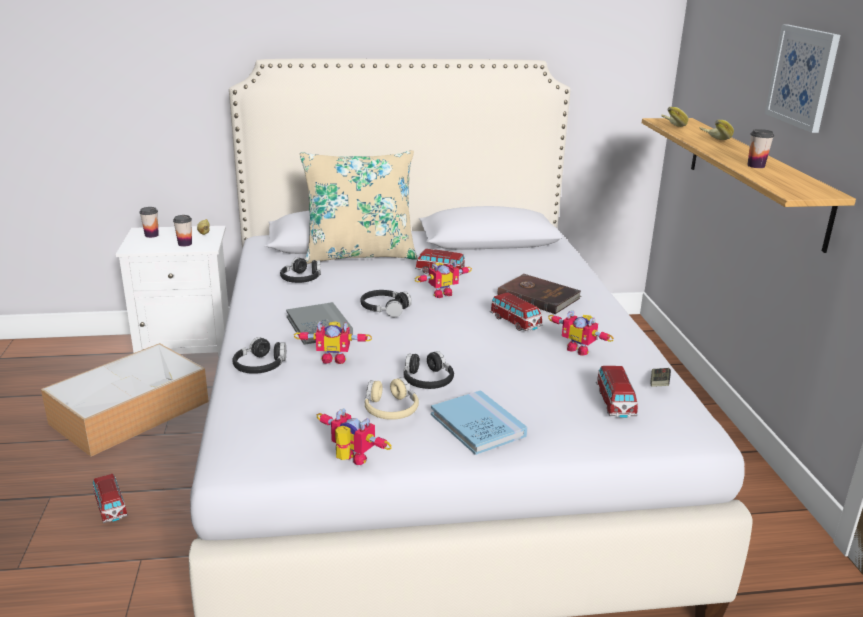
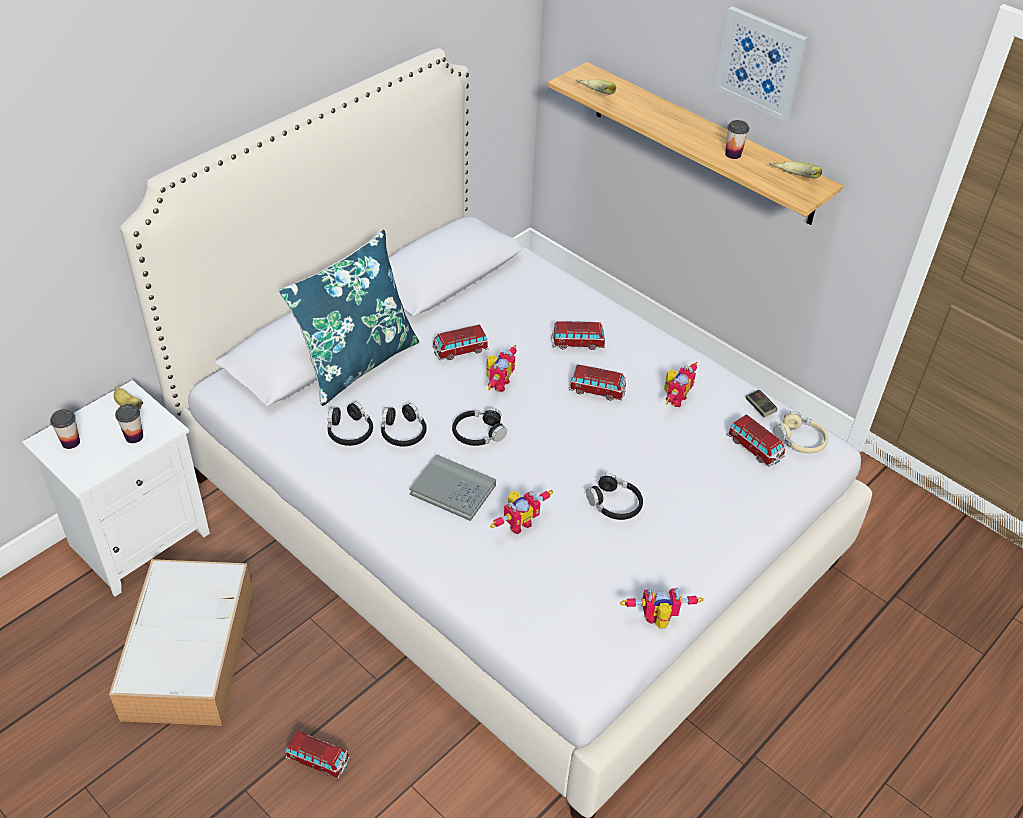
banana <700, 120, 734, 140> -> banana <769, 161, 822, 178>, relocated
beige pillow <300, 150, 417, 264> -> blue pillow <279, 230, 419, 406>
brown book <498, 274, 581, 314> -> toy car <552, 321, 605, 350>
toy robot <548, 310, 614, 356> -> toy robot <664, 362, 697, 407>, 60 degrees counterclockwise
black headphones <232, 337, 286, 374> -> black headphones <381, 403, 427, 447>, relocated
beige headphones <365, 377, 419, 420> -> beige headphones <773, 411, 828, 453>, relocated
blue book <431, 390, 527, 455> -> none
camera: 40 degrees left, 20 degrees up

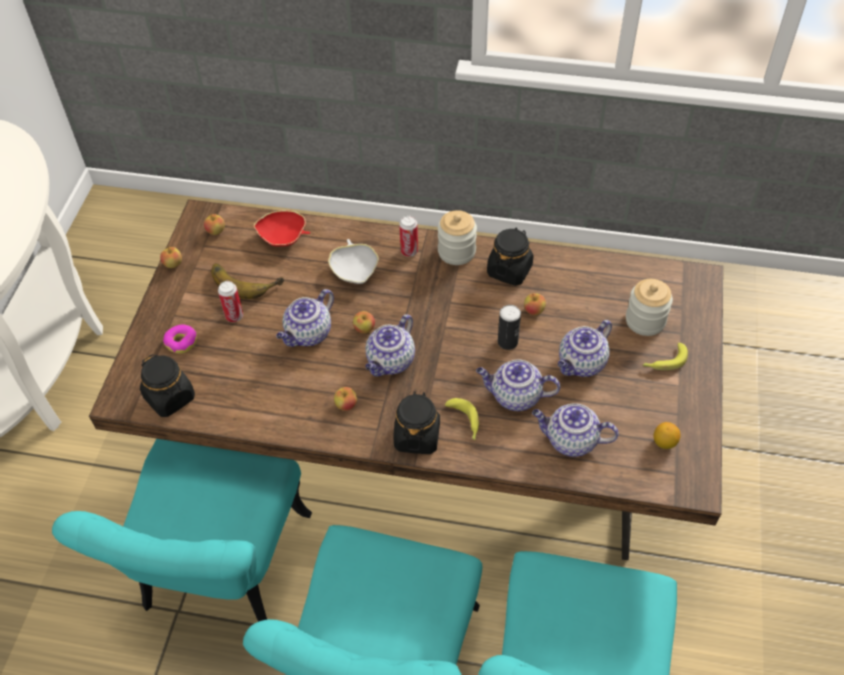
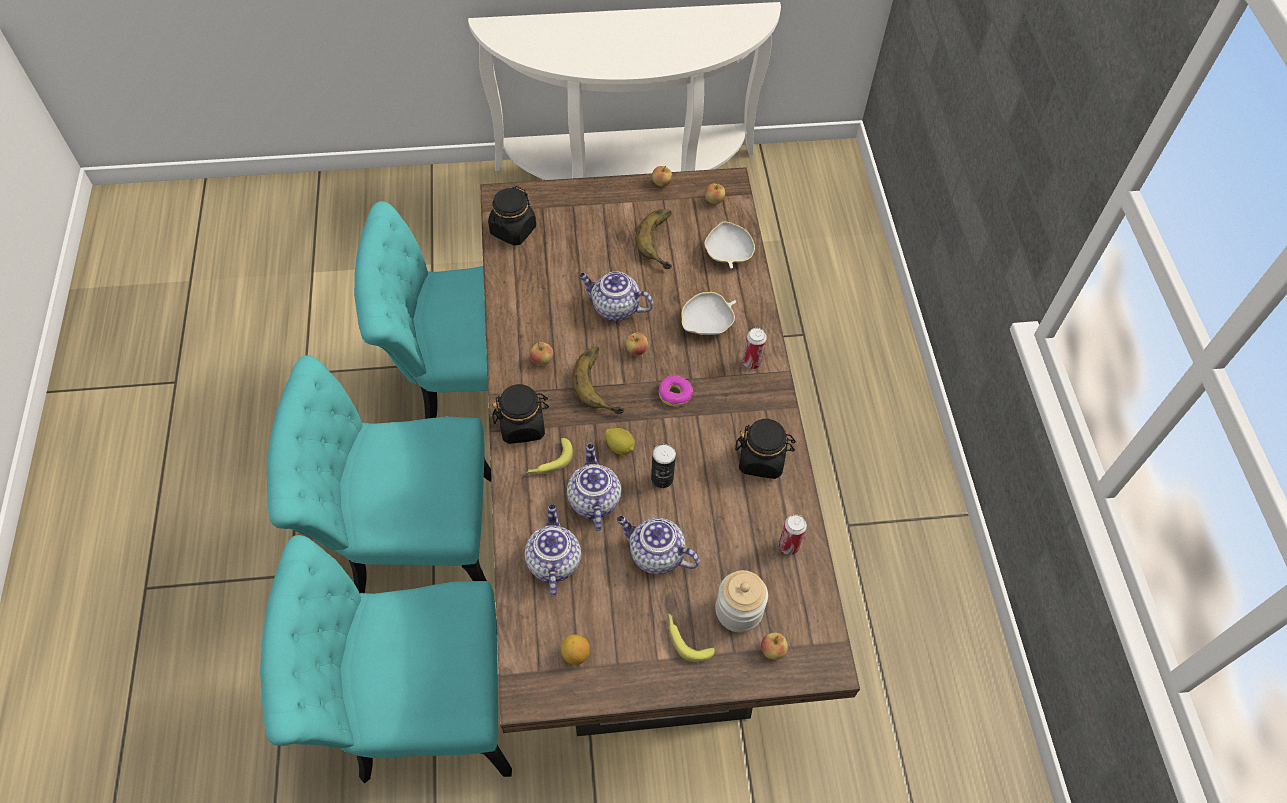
red bowl <253, 210, 310, 247> -> white bowl <704, 221, 755, 269>
jar <438, 210, 477, 265> -> none
can <218, 281, 243, 322> -> can <779, 515, 807, 555>, relocated
apple <524, 293, 546, 315> -> apple <761, 633, 788, 660>, relocated
teapot <365, 314, 415, 376> -> banana <572, 347, 624, 414>
donut <163, 325, 197, 353> -> donut <658, 375, 693, 407>, relocated
none -> lemon <605, 428, 635, 455>
camera: 70 degrees right, 5 degrees up

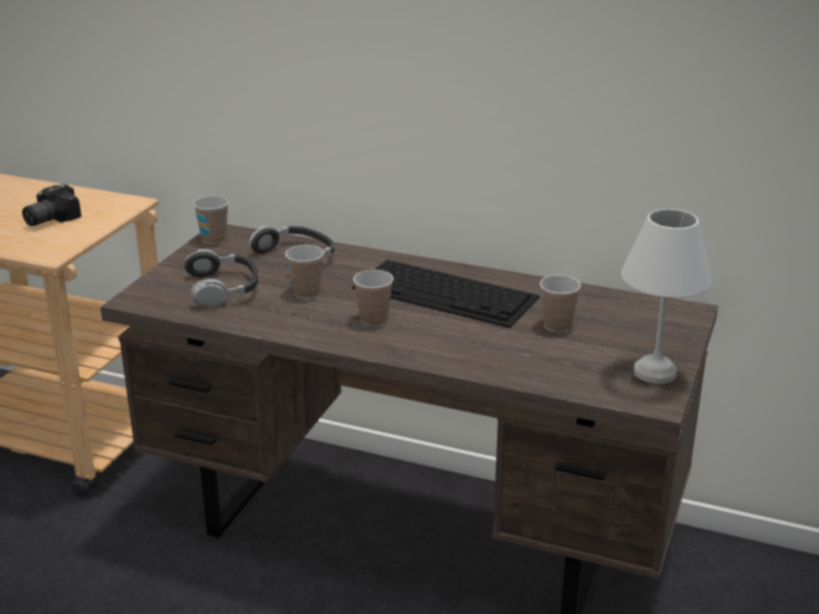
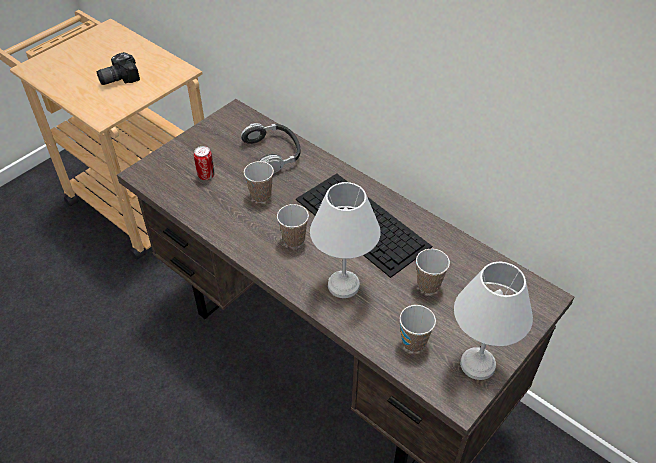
cup <193, 196, 229, 244> -> cup <399, 305, 436, 352>, relocated
headphones <184, 249, 258, 308> -> can <194, 146, 214, 180>
none -> white table lamp <310, 182, 381, 298>
camera: 20 degrees right, 20 degrees up

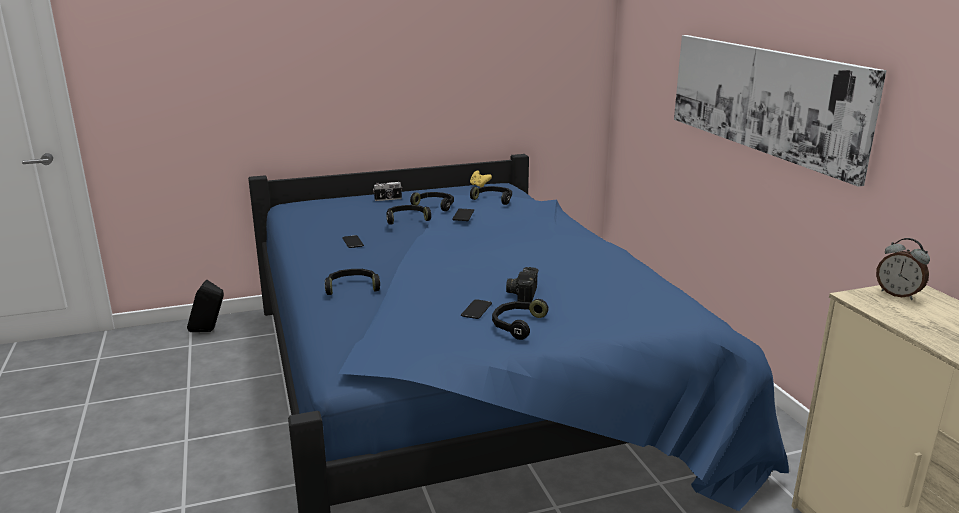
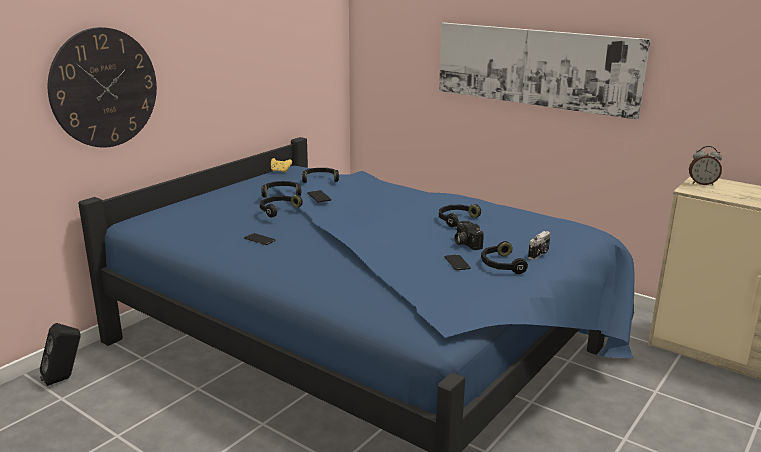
photo camera <373, 182, 402, 201> -> photo camera <528, 231, 551, 260>, relocated
black headphones <325, 269, 380, 295> -> black headphones <439, 204, 481, 227>, relocated
none -> wall clock <48, 27, 157, 148>
camera: 35 degrees left, 0 degrees up

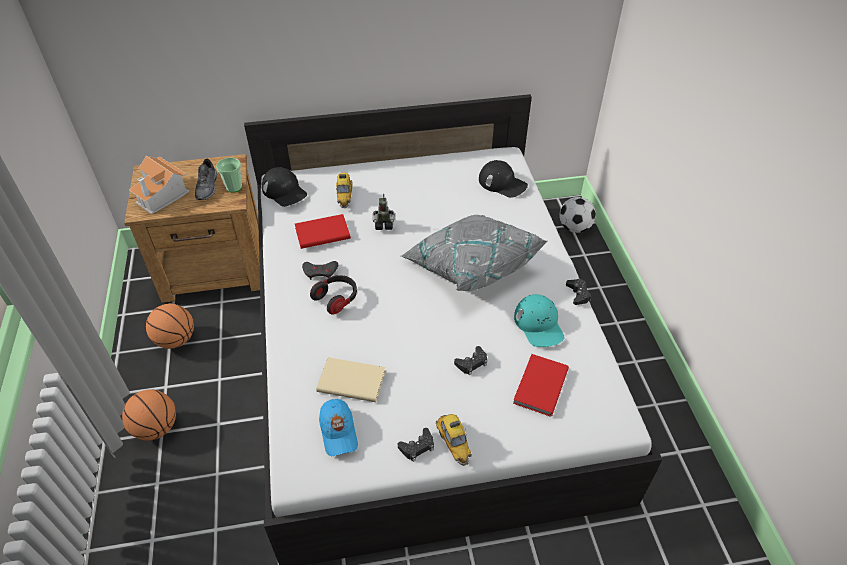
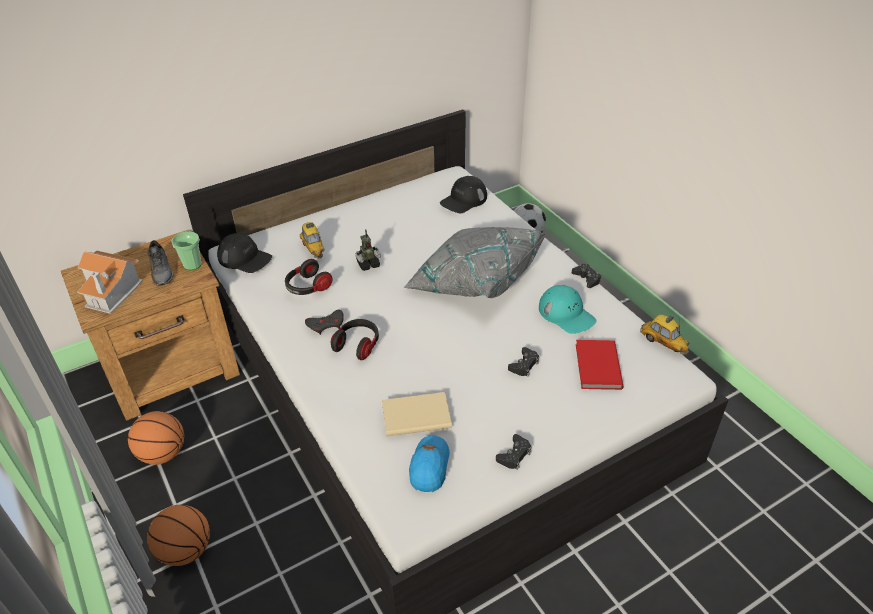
black cap <479, 160, 528, 198> -> black cap <440, 176, 487, 213>, 120 degrees clockwise
red book <295, 214, 351, 249> -> headphones <285, 259, 333, 295>
blue cap <319, 399, 358, 456> -> blue cap <409, 435, 449, 492>, 135 degrees counterclockwise
toy car <436, 414, 472, 466> -> toy car <640, 314, 689, 355>, relocated
camera: 20 degrees left, 5 degrees down

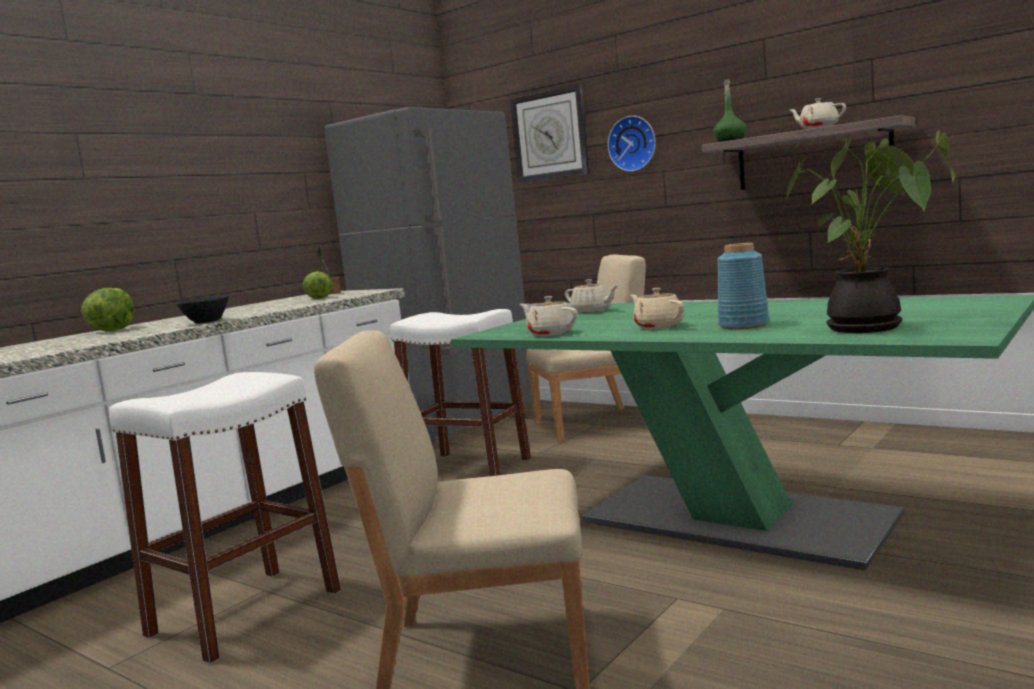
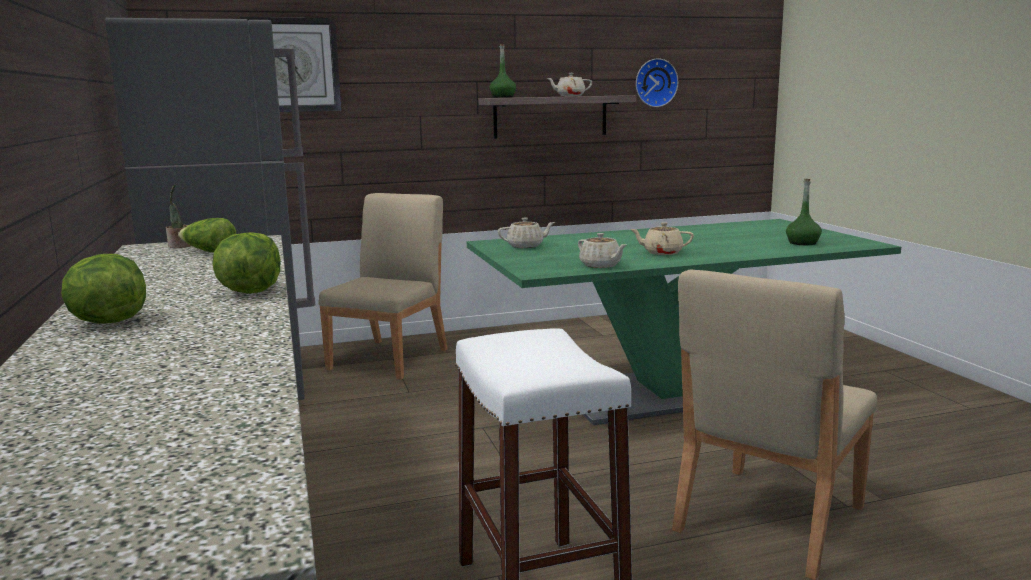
wall clock <608, 116, 656, 172> -> wall clock <636, 58, 678, 107>, relocated
potted plant <787, 130, 956, 333> -> green bottle <786, 179, 822, 245>
blue vase <718, 243, 770, 329> -> none
black bowl <176, 295, 229, 324> -> lettuce <212, 232, 280, 294>
beige teapot <520, 296, 578, 336> -> beige teapot <578, 233, 626, 268>, 120 degrees counterclockwise
white stool <390, 309, 531, 476> -> none
camera: 55 degrees left, 5 degrees up

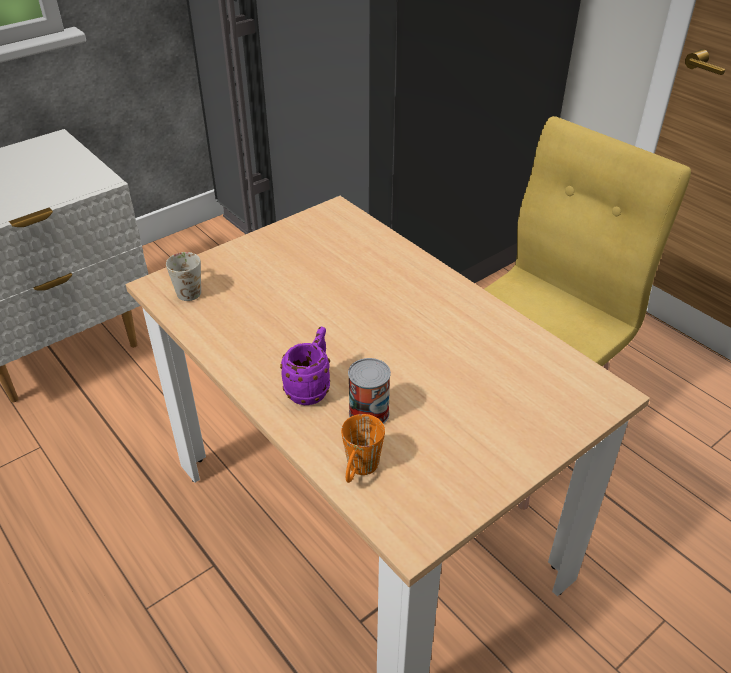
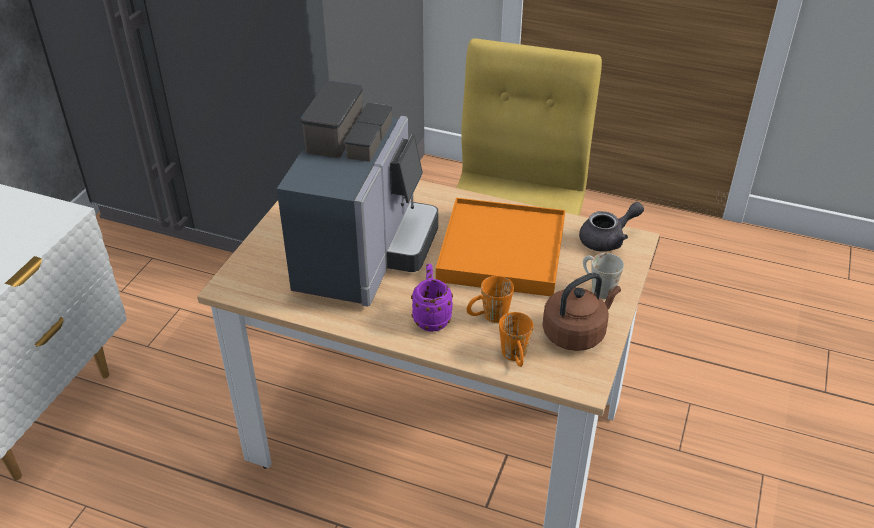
white mug <166, 252, 201, 301> -> white mug <583, 253, 624, 299>, relocated
can <348, 358, 391, 424> -> orange mug <467, 276, 514, 323>
none -> coffee machine <277, 81, 438, 307>
none -> orange tray <436, 198, 565, 296>
none -> grey teapot <579, 202, 644, 252>
none -> brown kettle <542, 273, 621, 351>
camera: 30 degrees left, 0 degrees up

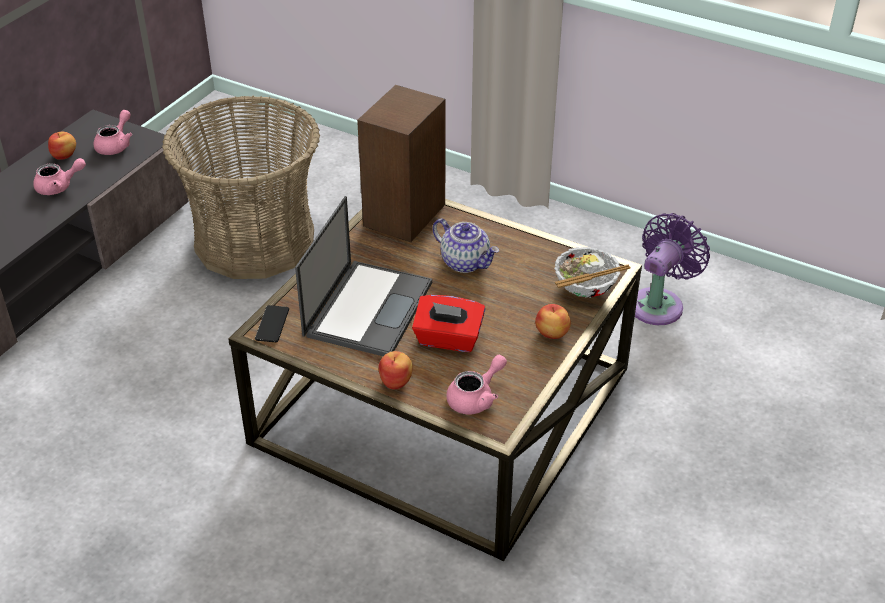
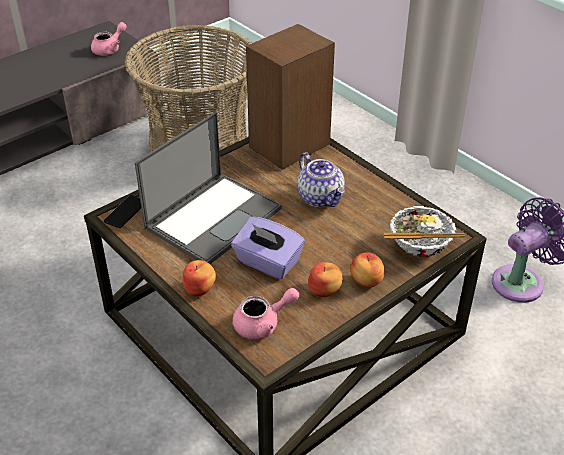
apple <48, 132, 76, 160> -> apple <308, 262, 343, 297>, relocated
pink teapot <33, 158, 86, 195> -> none
red tissue box <412, 295, 485, 352> -> purple tissue box <231, 216, 305, 279>
camera: 20 degrees right, 0 degrees up

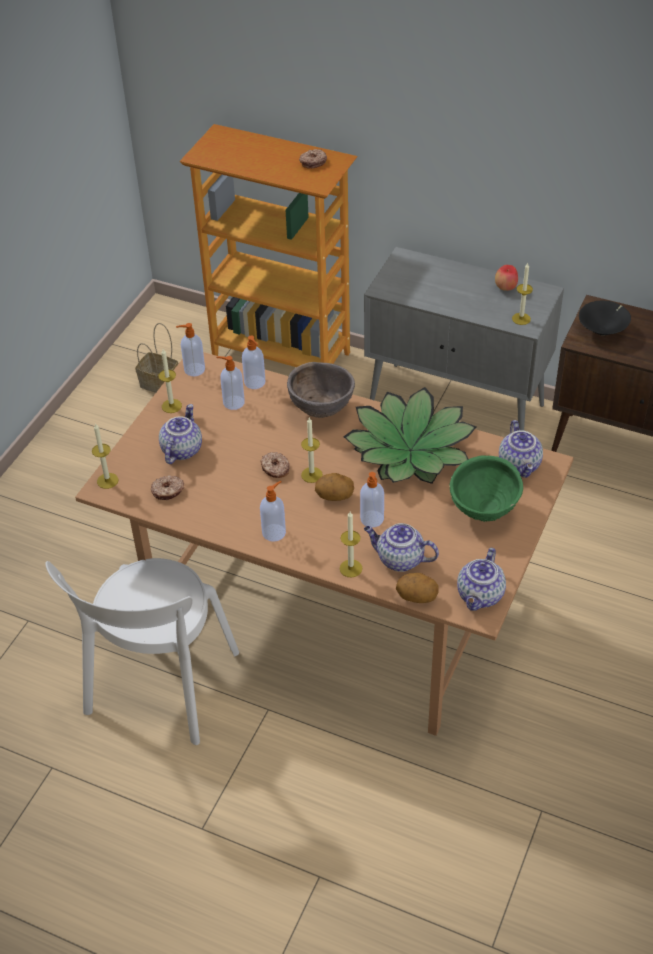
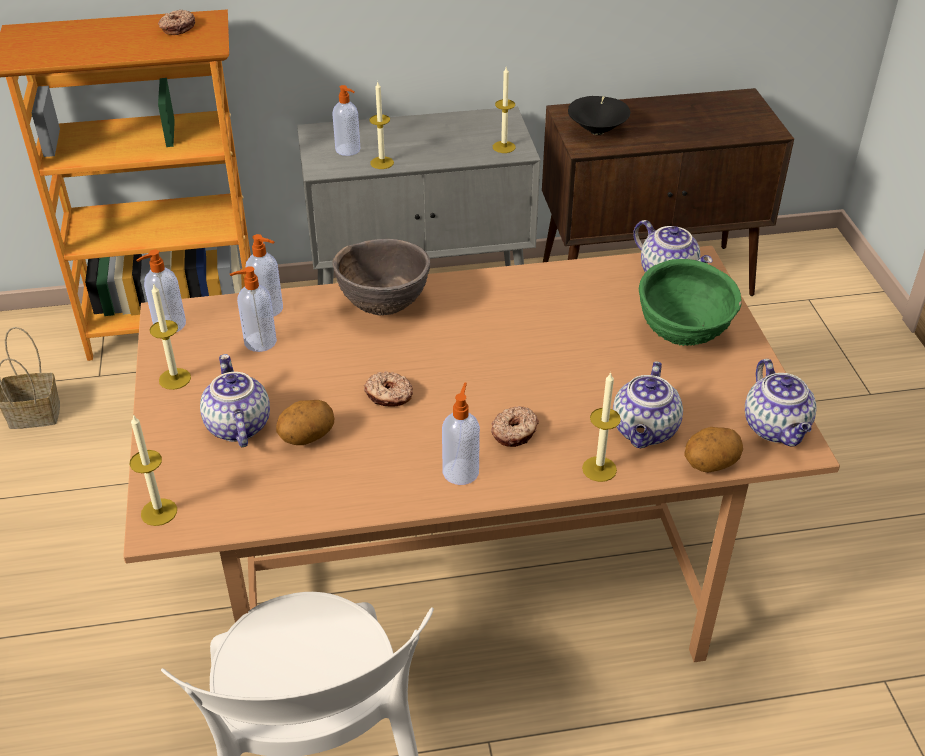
apple <495, 265, 518, 291> -> none
potted plant <343, 387, 476, 484> -> none
candle <301, 418, 323, 483> -> candle <369, 82, 394, 169>, relocated
soap dispenser <360, 472, 384, 528> -> soap dispenser <332, 85, 360, 156>, relocated
potato <315, 473, 354, 501> -> potato <276, 400, 334, 445>, relocated
donut <151, 475, 184, 500> -> donut <491, 406, 539, 447>, relocated
teapot <364, 523, 439, 572> -> teapot <613, 361, 683, 448>, 60 degrees counterclockwise
camera: 35 degrees left, 5 degrees down

